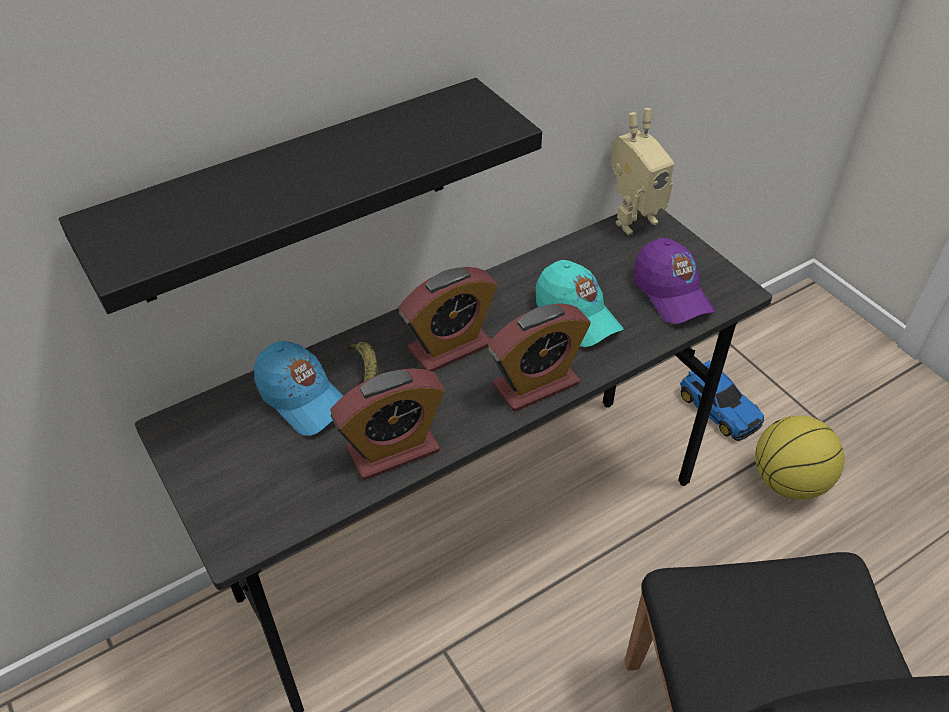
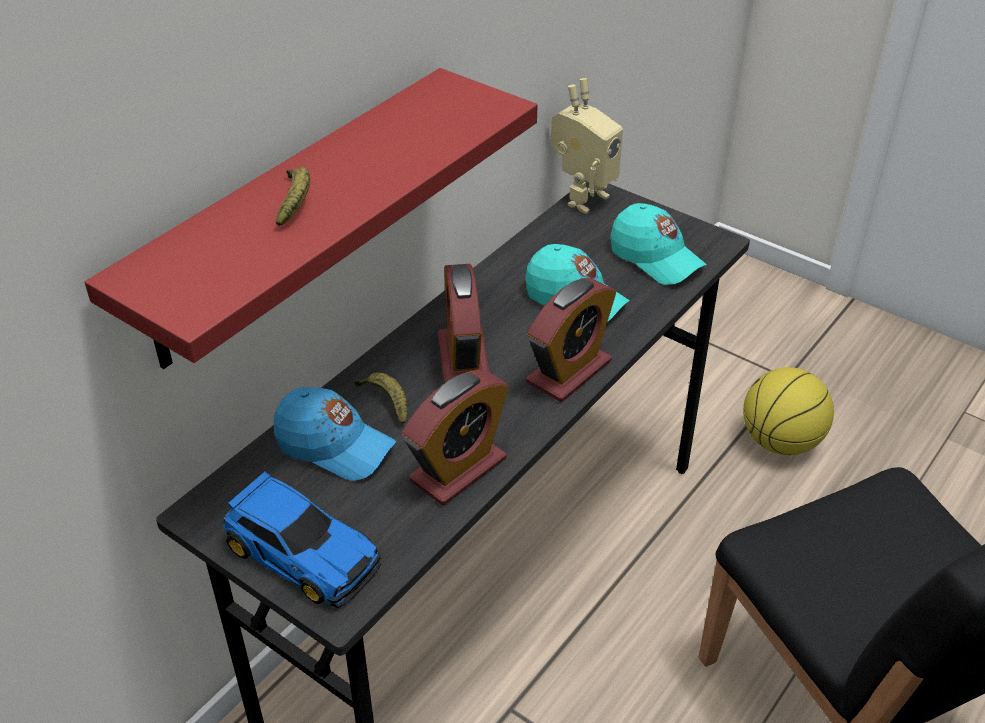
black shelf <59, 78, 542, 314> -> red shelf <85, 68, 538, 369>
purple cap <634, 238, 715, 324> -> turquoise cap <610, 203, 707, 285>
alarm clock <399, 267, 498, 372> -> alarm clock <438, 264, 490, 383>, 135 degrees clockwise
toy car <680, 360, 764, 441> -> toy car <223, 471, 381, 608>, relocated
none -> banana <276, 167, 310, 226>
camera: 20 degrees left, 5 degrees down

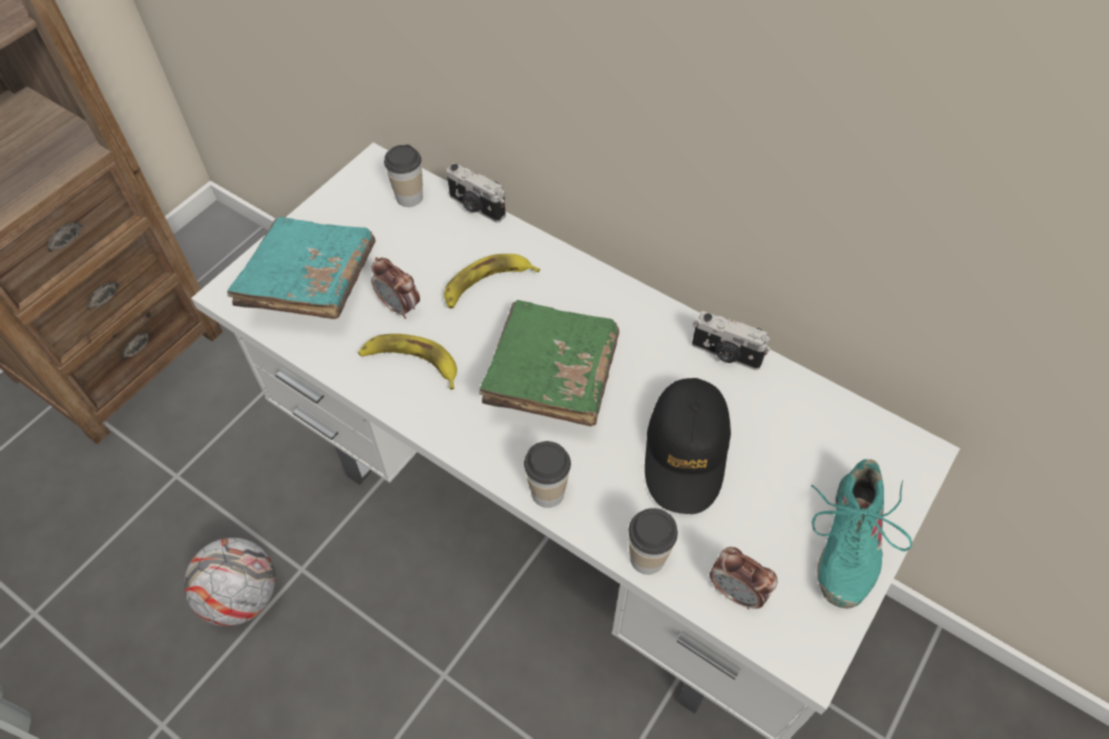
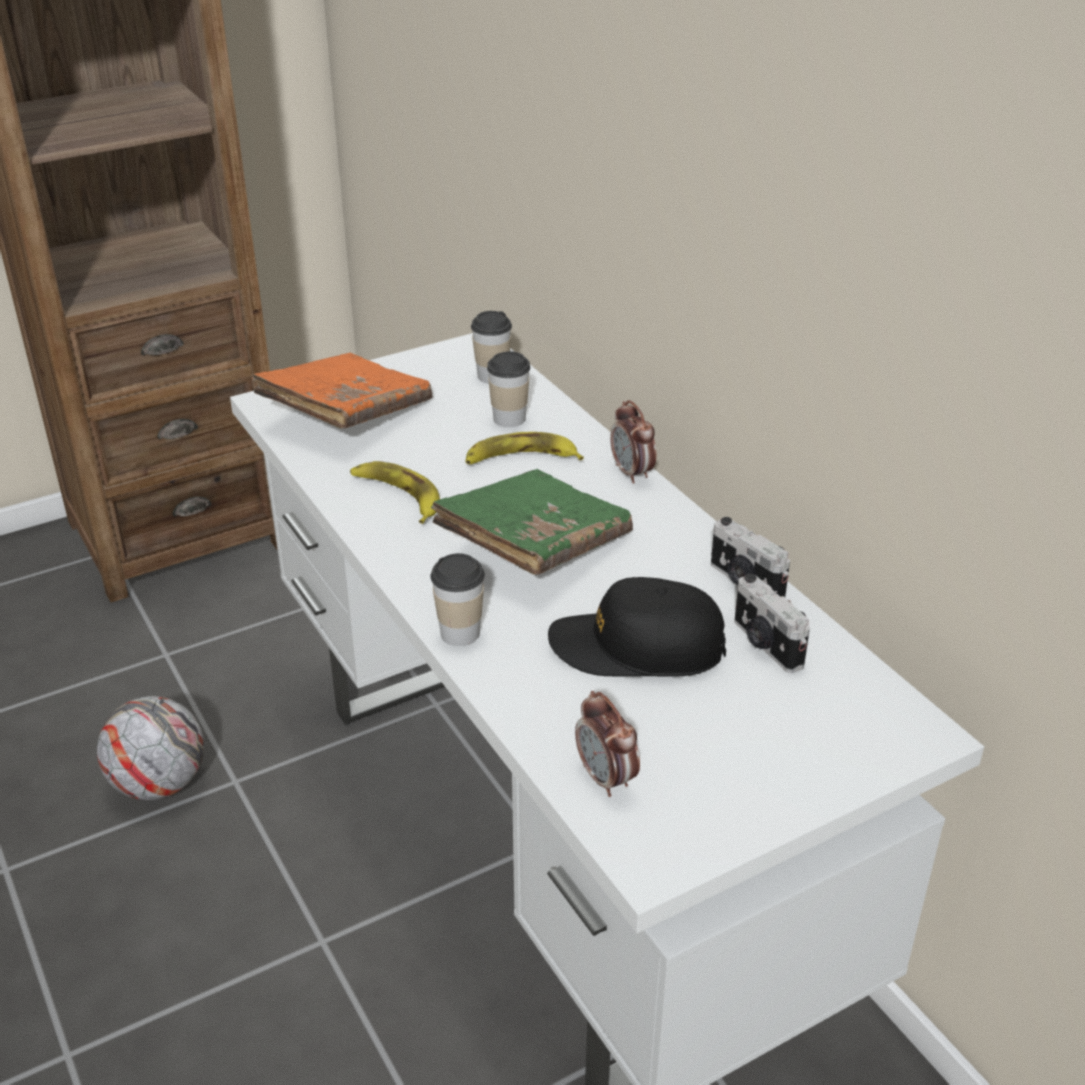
photo camera <446, 163, 506, 223> -> photo camera <734, 574, 810, 673>, relocated
turquoise book <227, 217, 376, 319> -> orange book <252, 353, 433, 429>
alarm clock <371, 257, 420, 319> -> alarm clock <610, 400, 656, 484>, relocated
black cap <645, 378, 731, 514> -> black cap <548, 577, 726, 677>, 60 degrees clockwise
turquoise shoe <811, 459, 912, 609> -> none
cup <629, 508, 678, 575> -> cup <487, 351, 530, 427>, relocated
camera: 25 degrees right, 20 degrees down

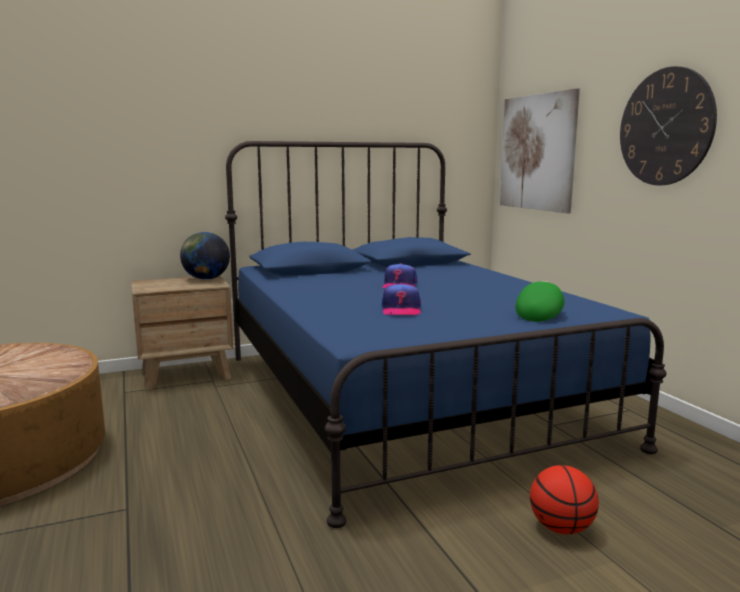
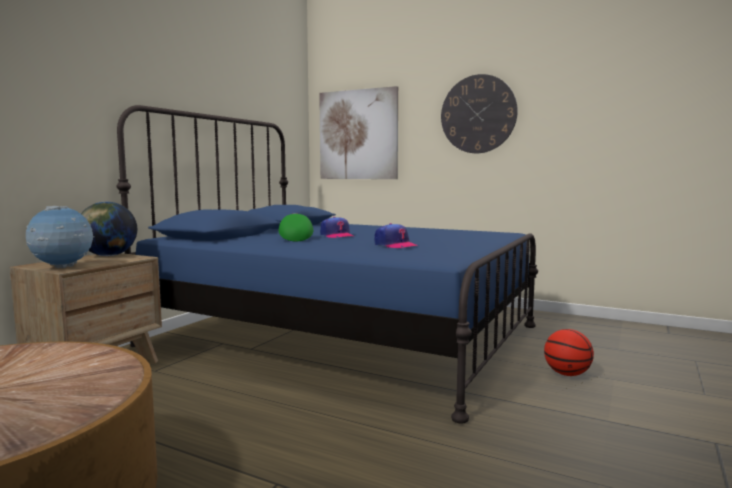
green cap <515, 281, 565, 322> -> green cap <279, 213, 313, 241>, relocated
none -> globe <26, 206, 94, 268>
camera: 40 degrees left, 5 degrees down

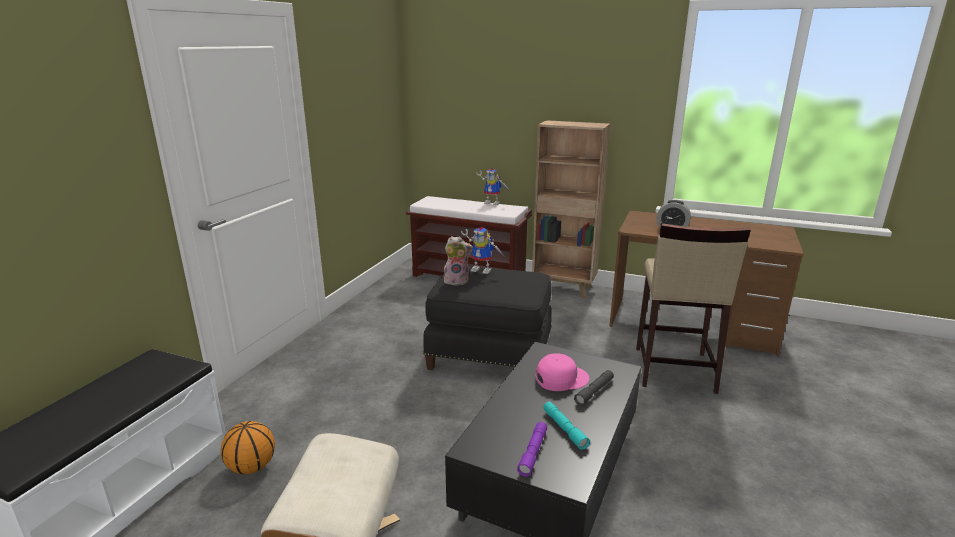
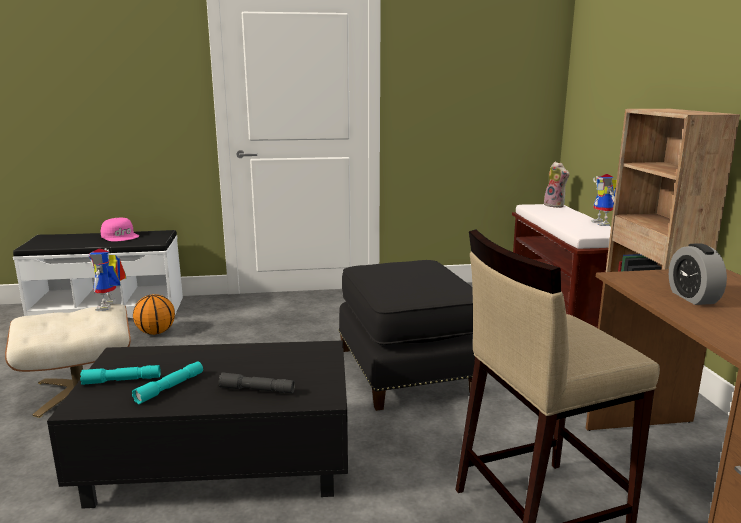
toy robot <461, 226, 505, 274> -> toy robot <88, 248, 126, 311>, relocated
plush toy <444, 236, 473, 286> -> plush toy <544, 161, 569, 208>, relocated
pink cap <535, 353, 589, 391> -> pink cap <101, 218, 139, 241>, relocated
purple flashlight <517, 422, 547, 477> -> turquoise flashlight <80, 365, 161, 385>
camera: 60 degrees right, 5 degrees down

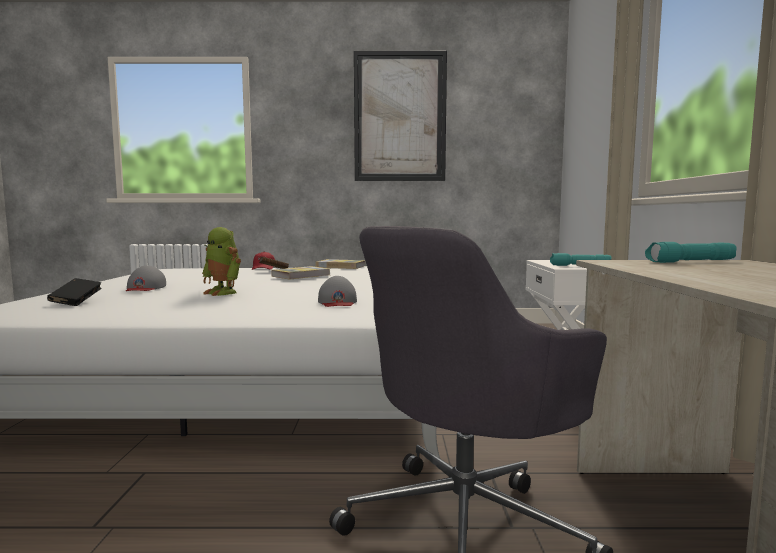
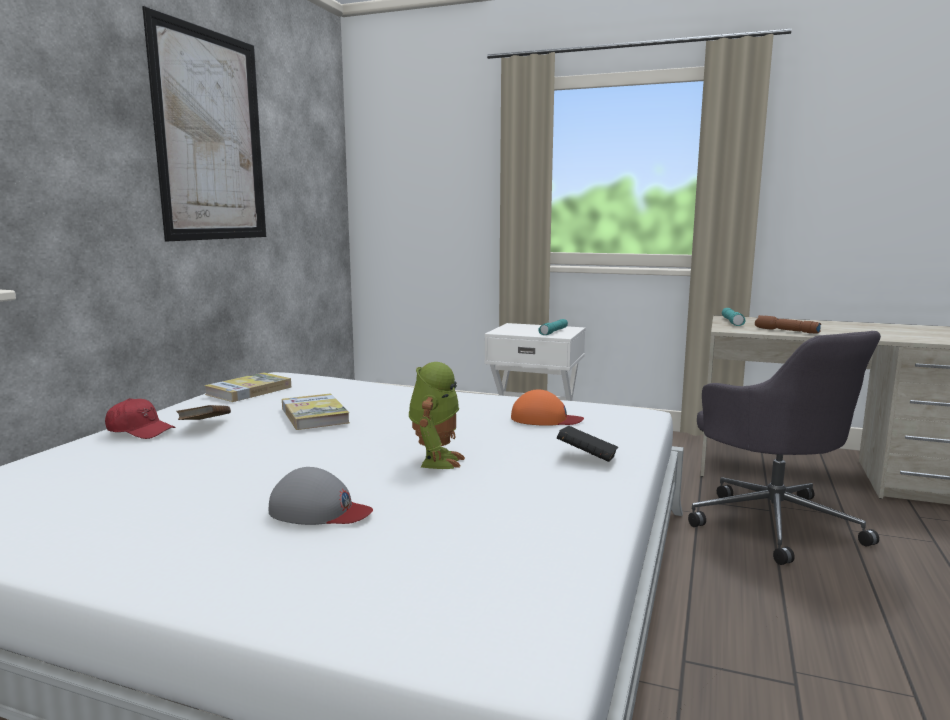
toy robot <202, 227, 241, 296> -> toy robot <409, 362, 465, 469>, 45 degrees counterclockwise
grey cap <318, 276, 357, 307> -> orange cap <511, 389, 584, 426>
black book <47, 278, 101, 306> -> black book <557, 426, 618, 462>, relocated
none -> brown flashlight <755, 315, 821, 334>
camera: 70 degrees left, 5 degrees up

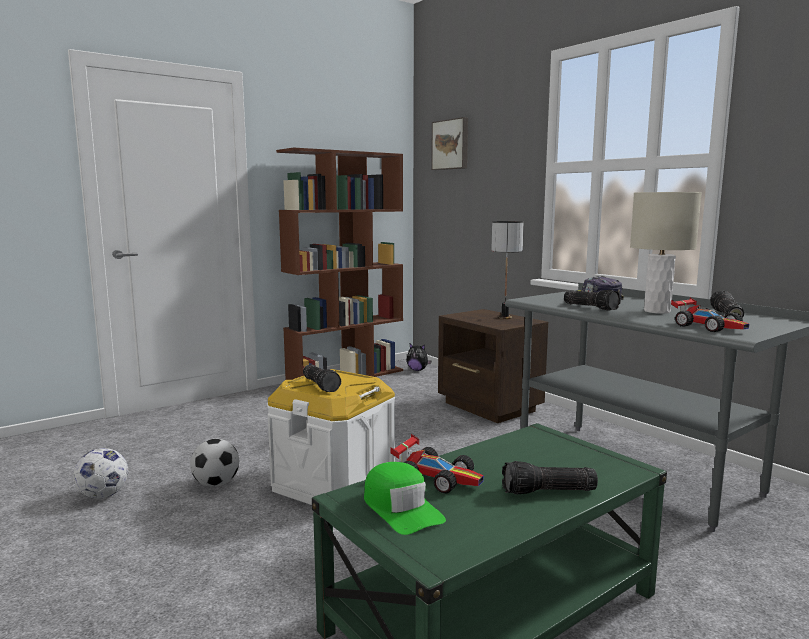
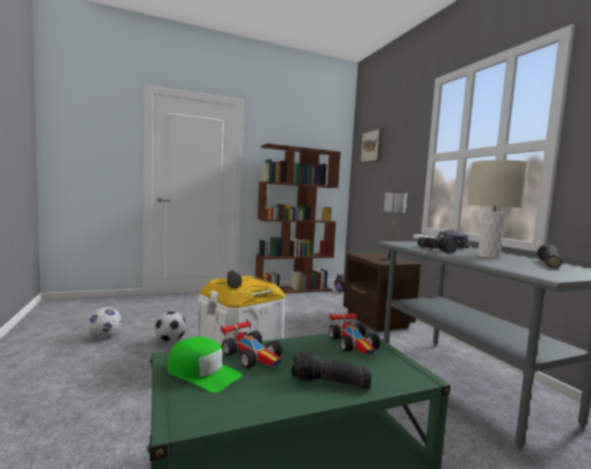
toy car <671, 297, 749, 332> -> toy car <329, 312, 380, 354>, relocated
green cap <364, 462, 446, 535> -> green cap <167, 337, 242, 393>, 45 degrees counterclockwise
camera: 15 degrees right, 5 degrees down

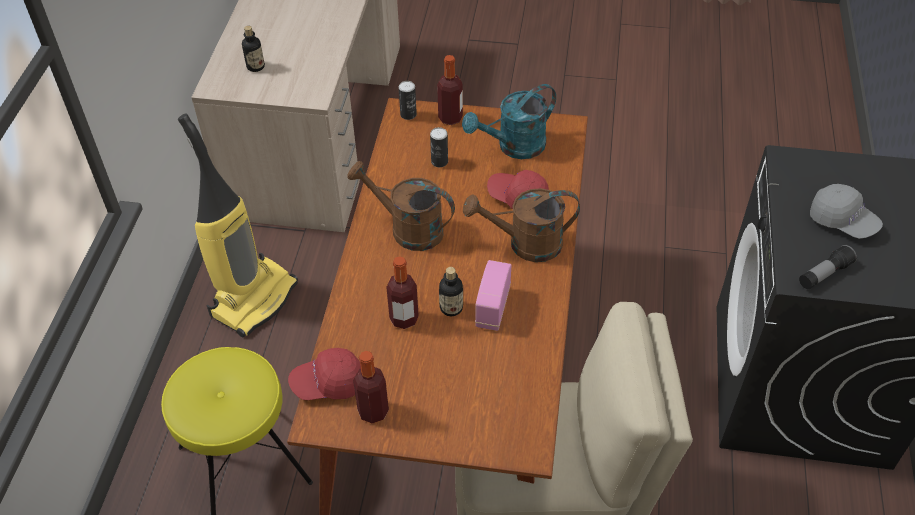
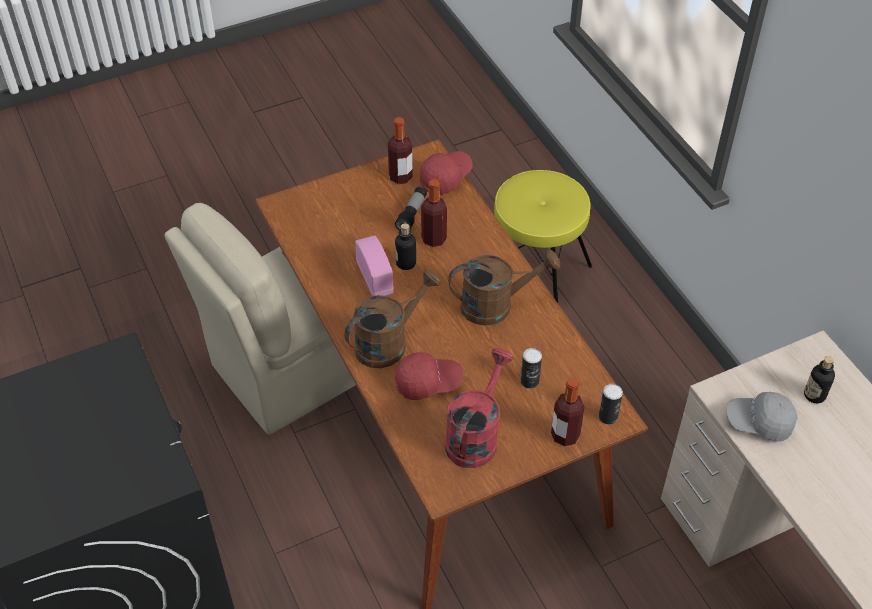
turquoise watering can <462, 84, 556, 159> -> red watering can <445, 348, 513, 468>
vacuum cleaner <178, 113, 298, 337> -> none
grey cap <810, 184, 883, 239> -> grey cap <726, 392, 798, 441>, relocated
flashlight <799, 245, 857, 289> -> flashlight <395, 187, 427, 230>, relocated
camera: 145 degrees right, 0 degrees up

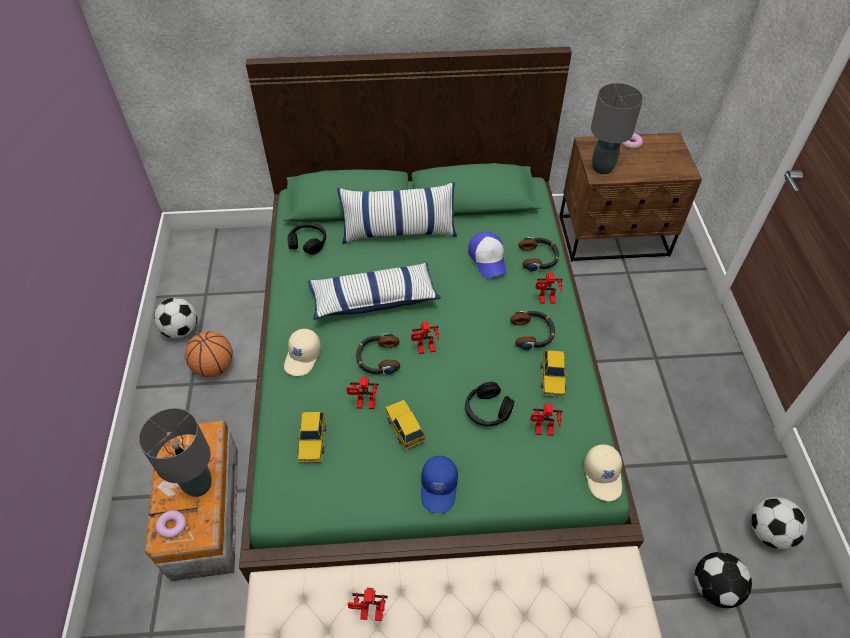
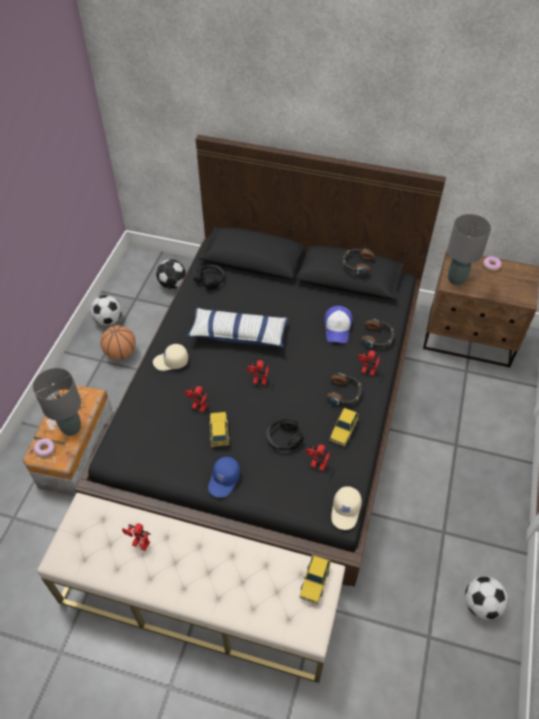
green bed <239, 47, 644, 584> -> black bed <75, 135, 446, 587>
pillow <337, 182, 457, 244> -> none
beige cap <284, 328, 321, 376> -> beige cap <153, 344, 188, 371>, 45 degrees clockwise
headphones <356, 333, 400, 374> -> headphones <342, 249, 375, 275>, relocated
toy car <297, 412, 326, 463> -> toy car <299, 555, 331, 604>, relocated
football <694, 552, 752, 608> -> football <156, 259, 186, 289>, relocated
camera: 20 degrees right, 0 degrees up

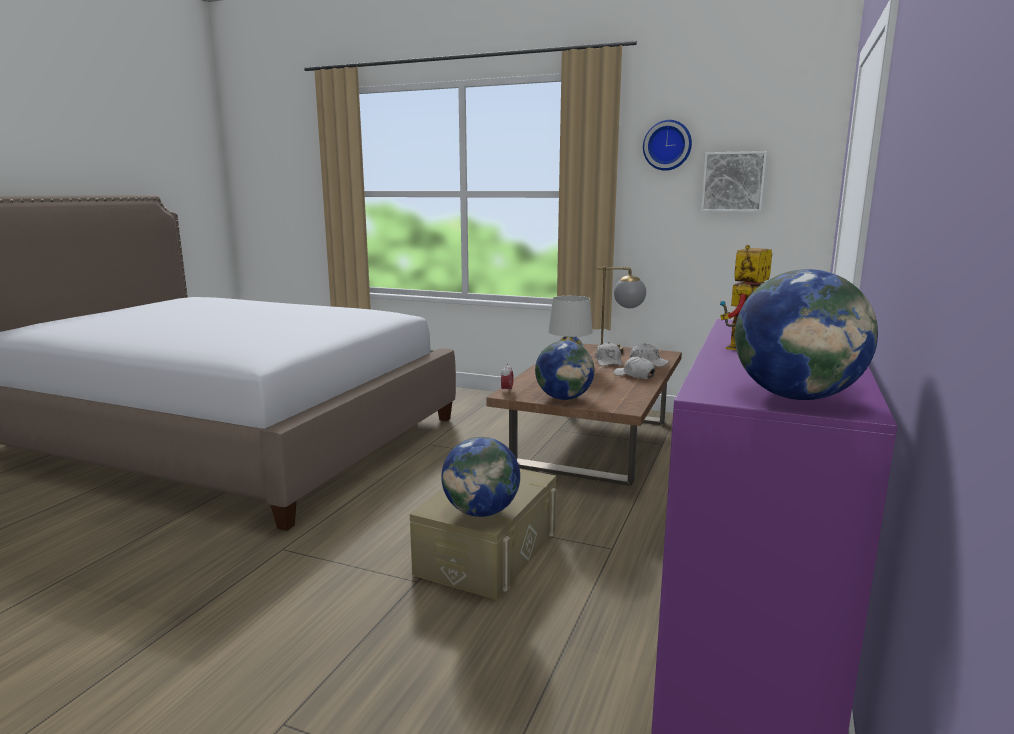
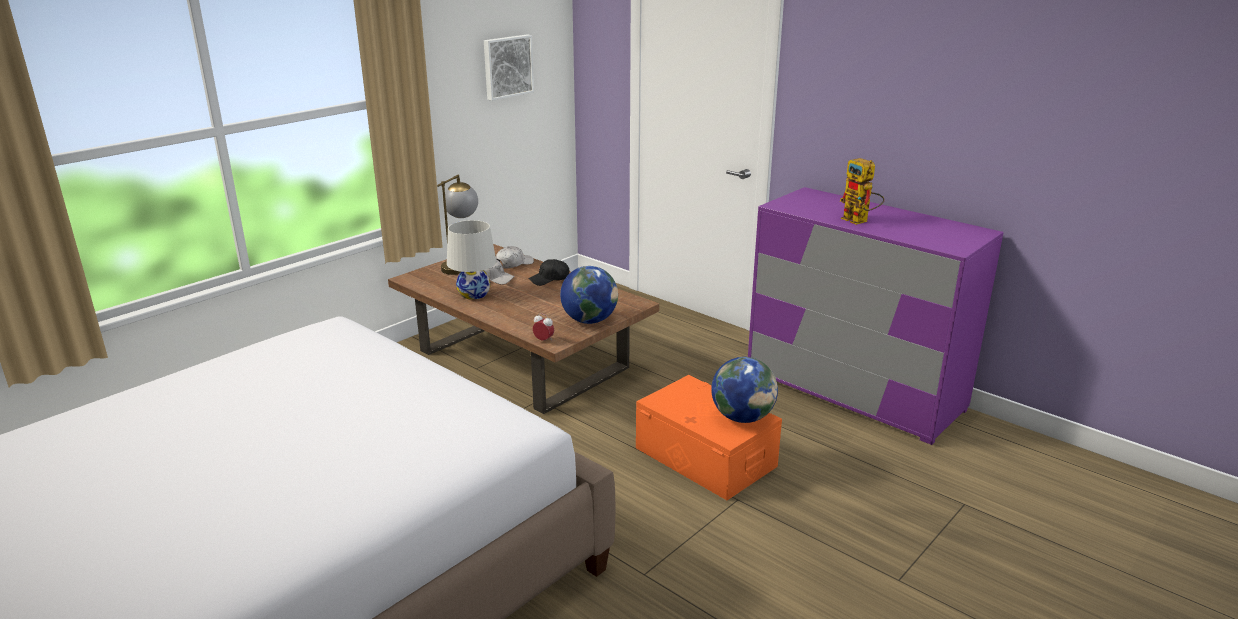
wall clock <643, 120, 692, 171> -> none
globe <735, 269, 878, 400> -> none
white cap <614, 357, 655, 379> -> black cap <528, 259, 569, 286>
beige storage box <410, 469, 556, 600> -> orange storage box <636, 375, 782, 500>
camera: 70 degrees left, 10 degrees up

